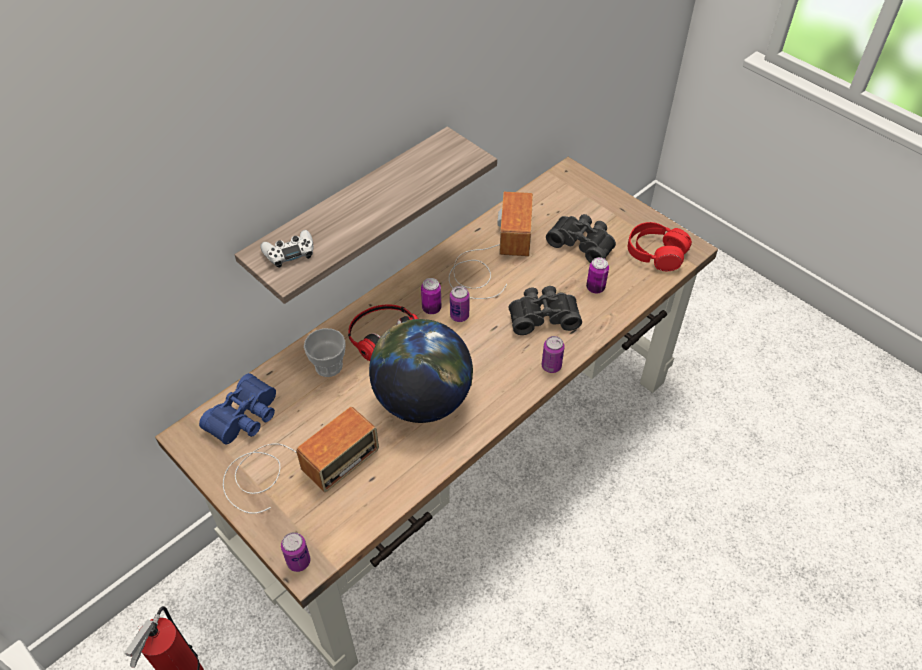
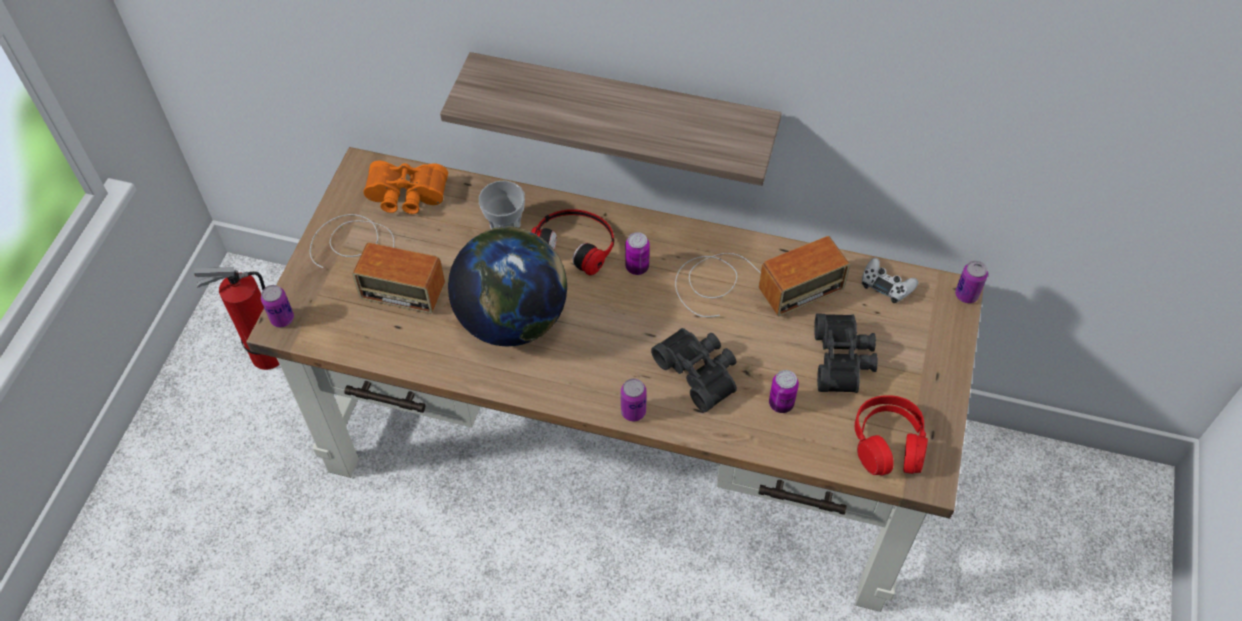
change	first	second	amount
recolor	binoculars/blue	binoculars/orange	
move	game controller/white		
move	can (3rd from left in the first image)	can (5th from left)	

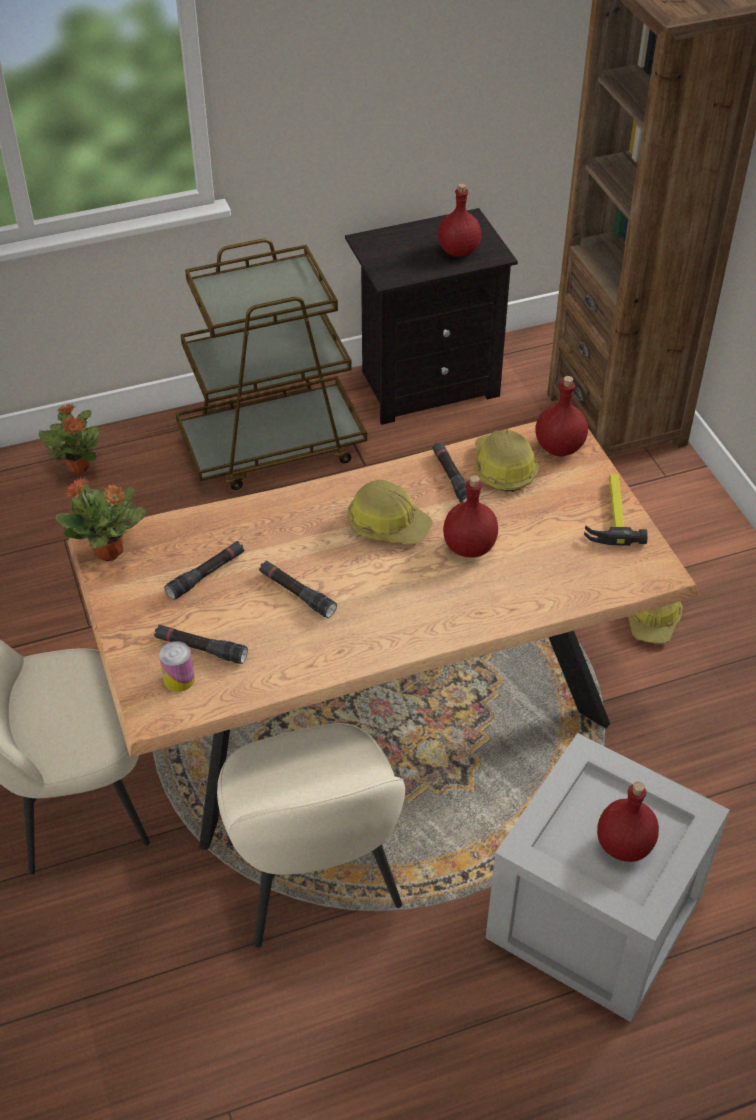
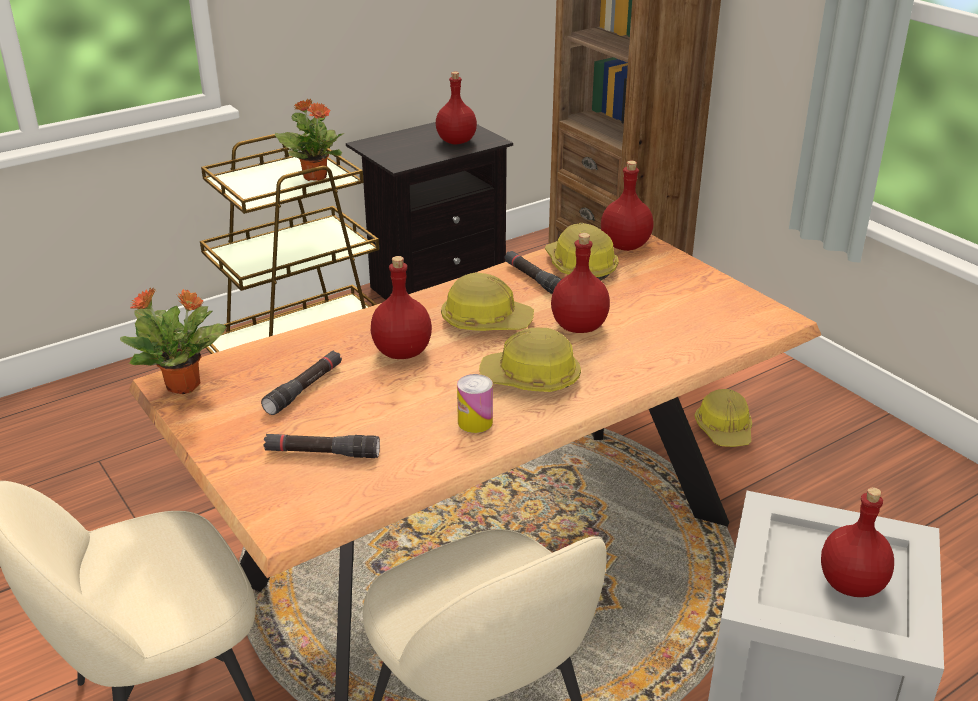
change	first	second	amount
move	potted plant (1st from left in the first image)	potted plant (2nd from left)	
move	can		
delete	flashlight/black (3rd from left)		
delete	hammer		
insert		bottle/red (1st from left)	
insert		hard hat (2nd from left)	

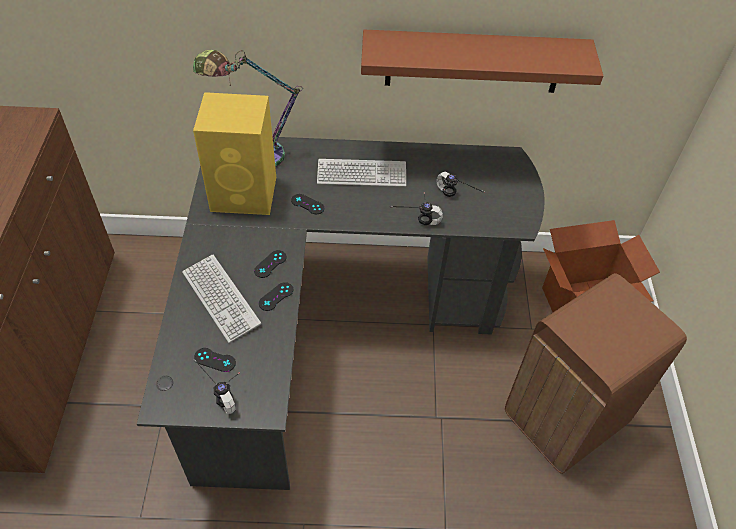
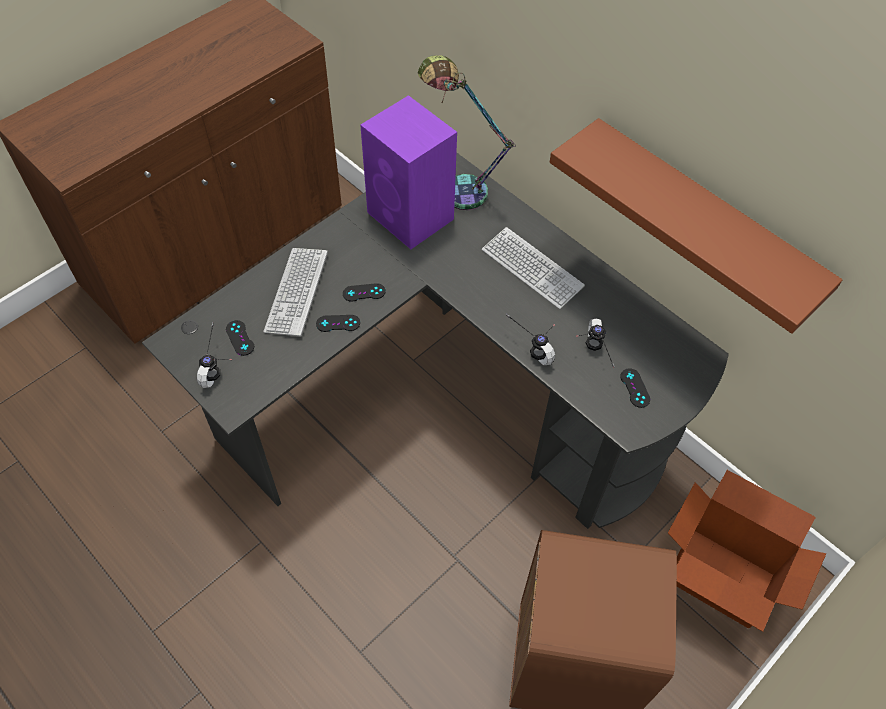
change	first	second	amount
recolor	speaker/yellow	speaker/purple	
move	game controller/black (4th from left)		

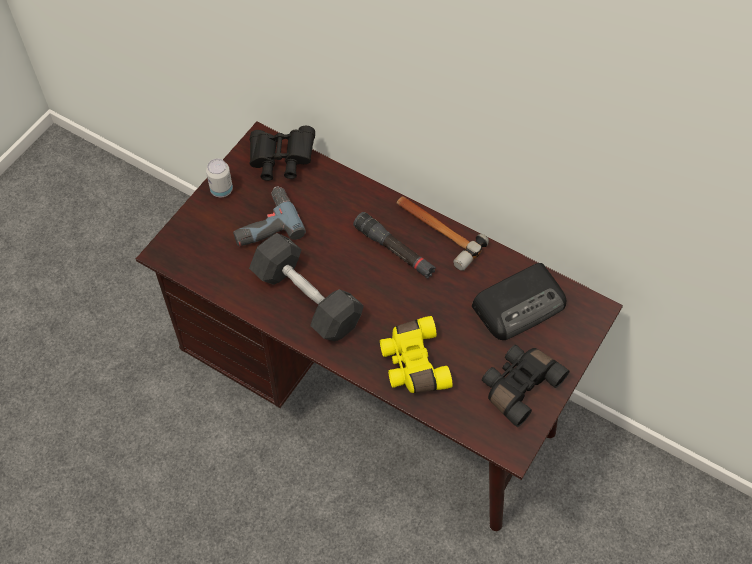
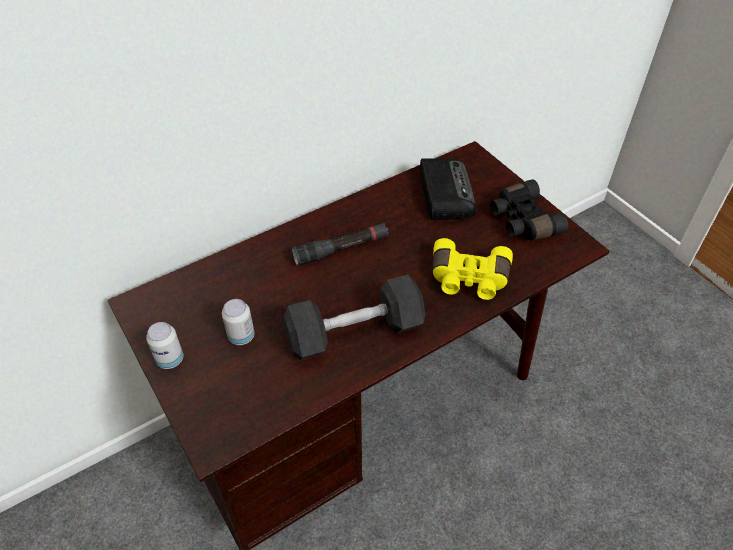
change	first	second	amount
replace	power drill	can (2nd from left)	
delete	binoculars/black (1st from left)		
delete	hammer		

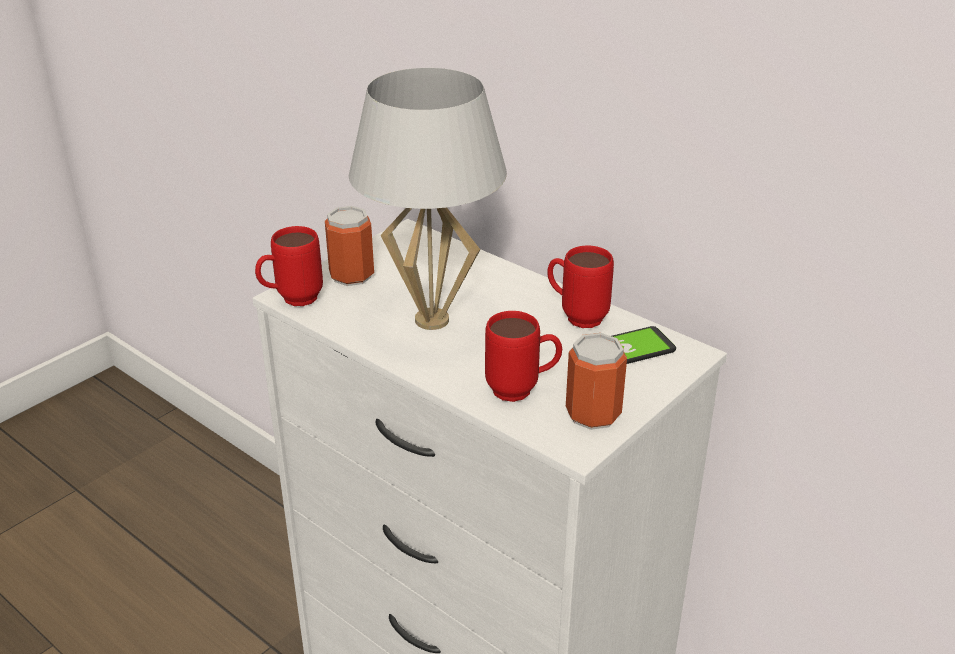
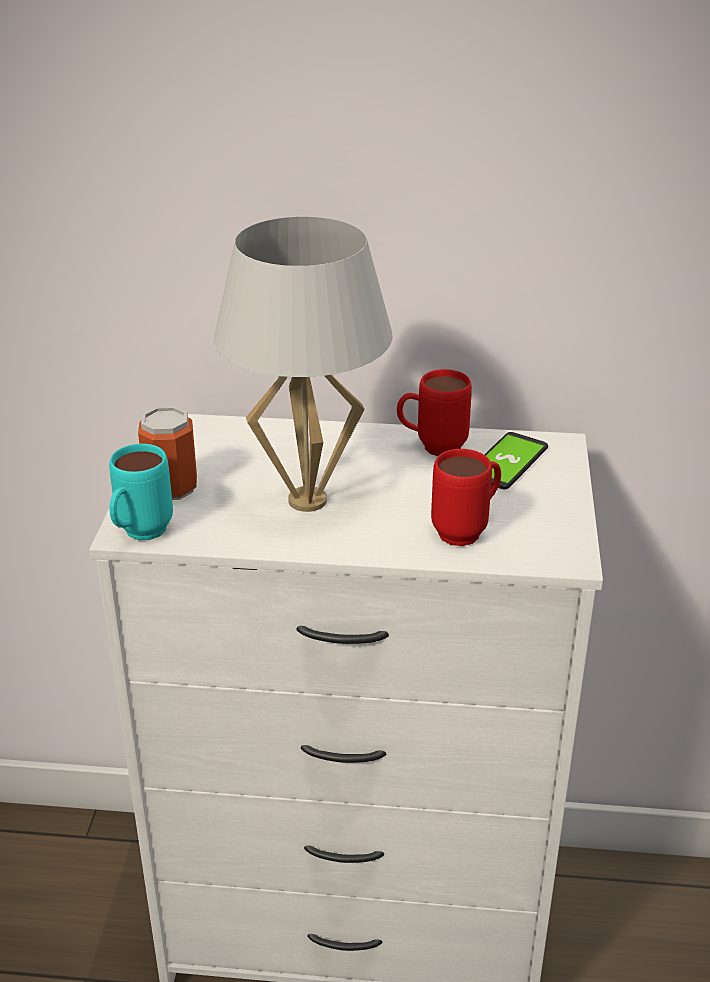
change	first	second	amount
recolor	mug/red (1st from left)	mug/turquoise	
delete	can (2nd from left)		

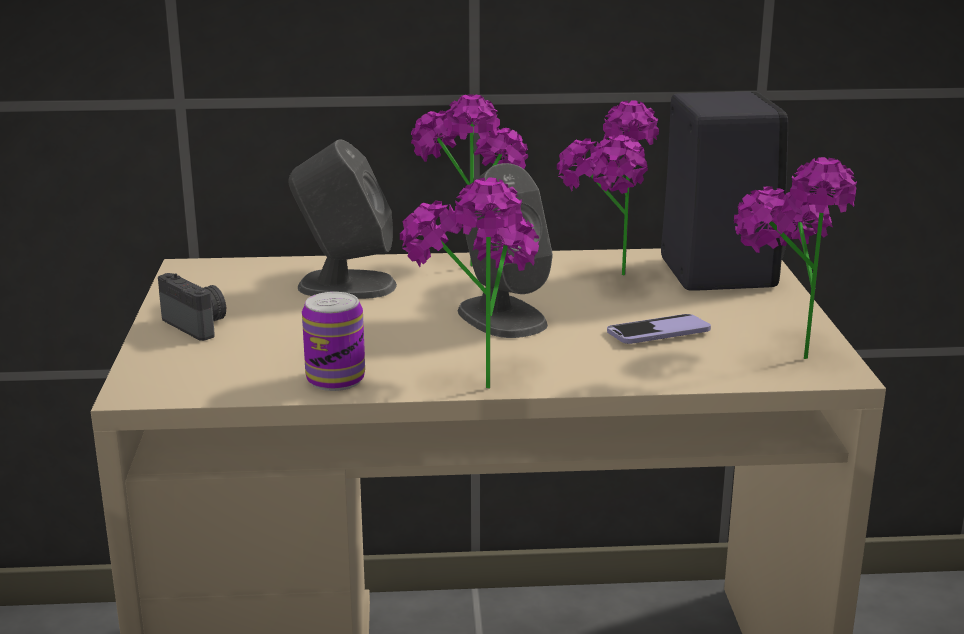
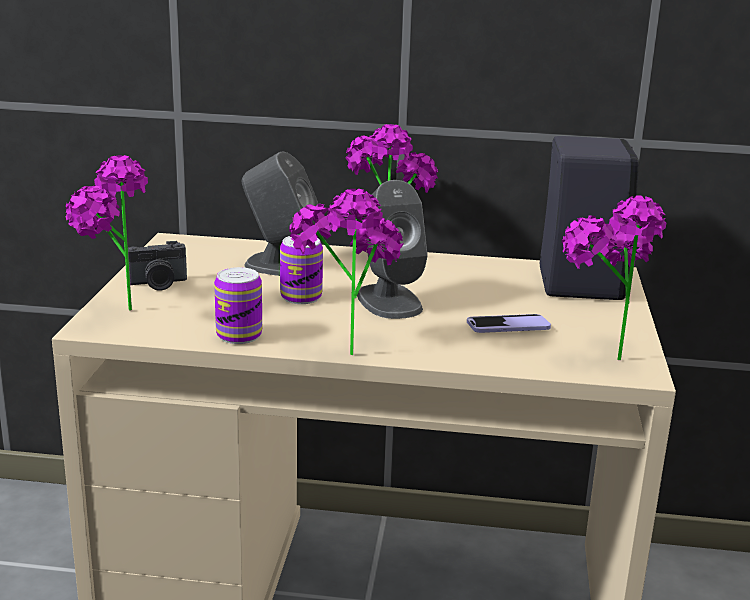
change	first	second	amount
rotate	photo camera		105 degrees clockwise
move	potted plant (3rd from left in the first image)	potted plant (1st from left)	
insert		can (2nd from left)	

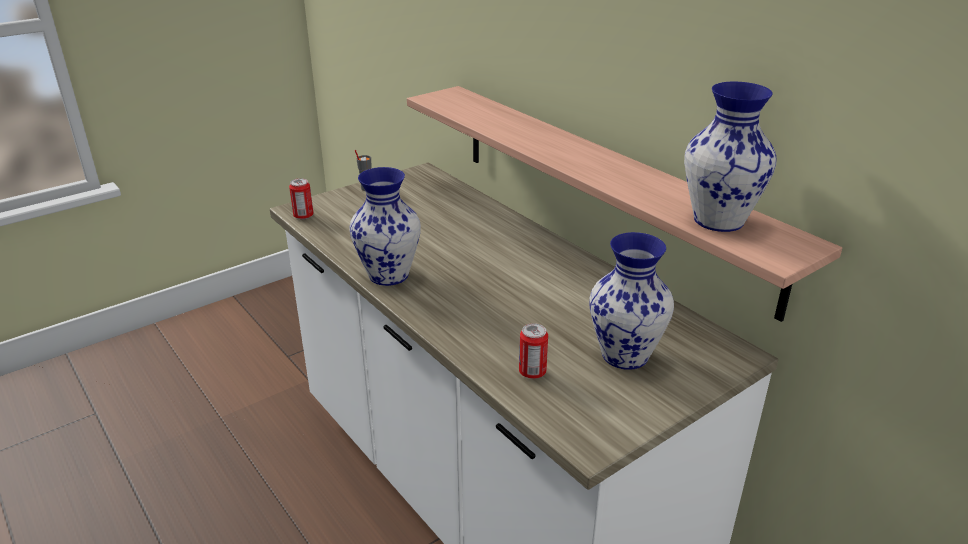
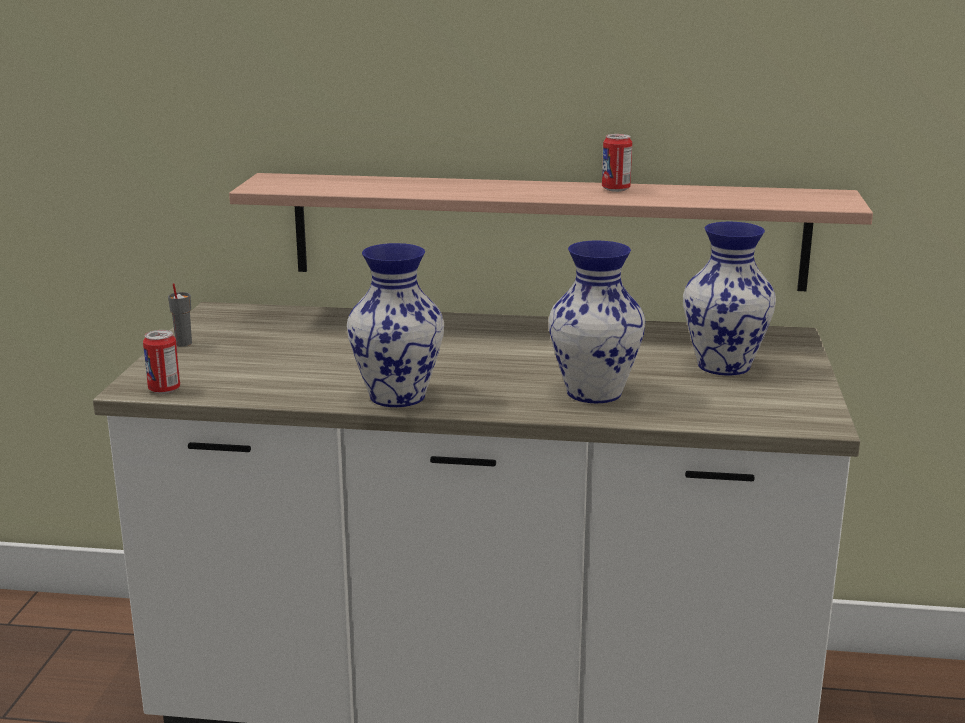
change	first	second	amount
move	can (2nd from left)		
move	vase (3rd from left in the first image)	vase (2nd from left)	

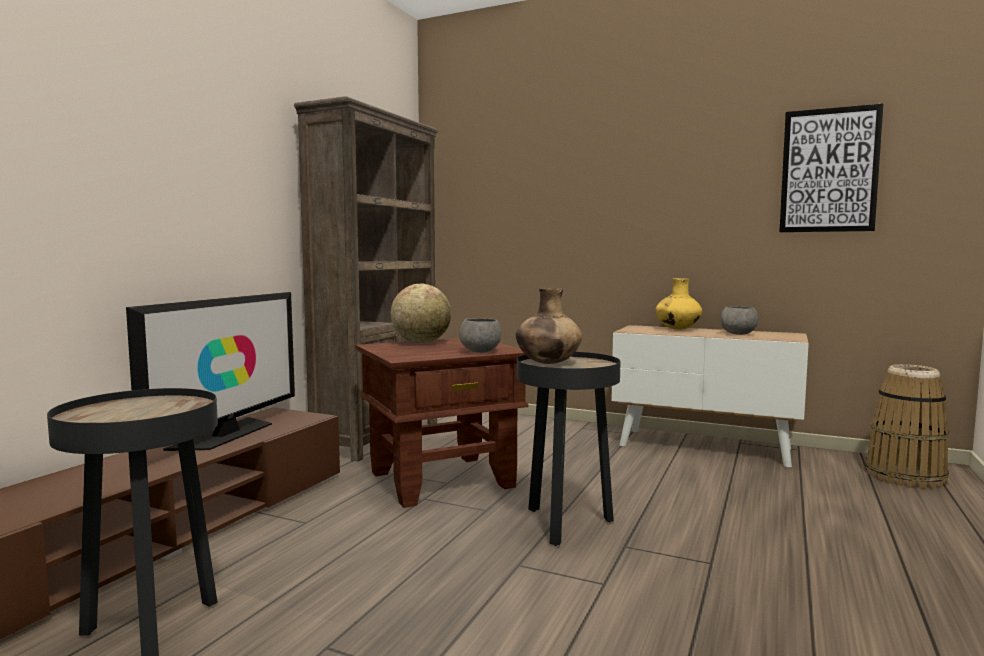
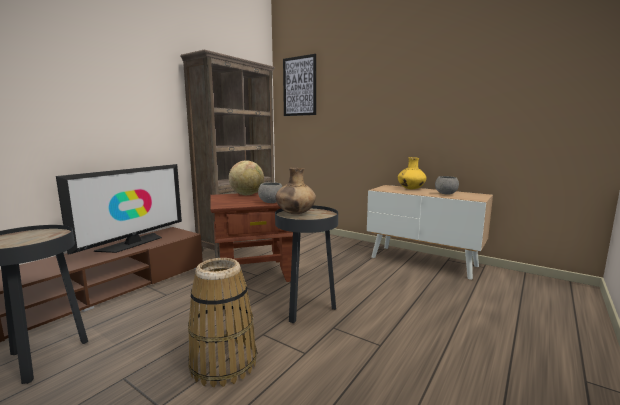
change	first	second	amount
move	picture		
move	basket		

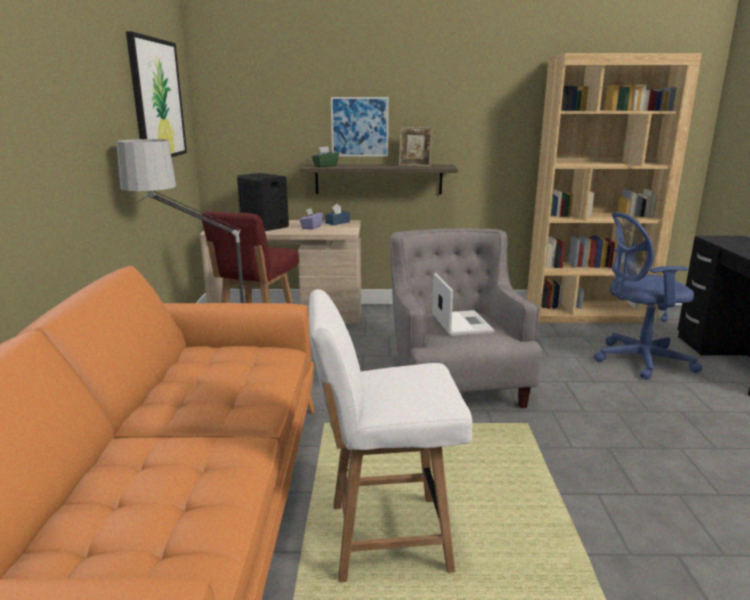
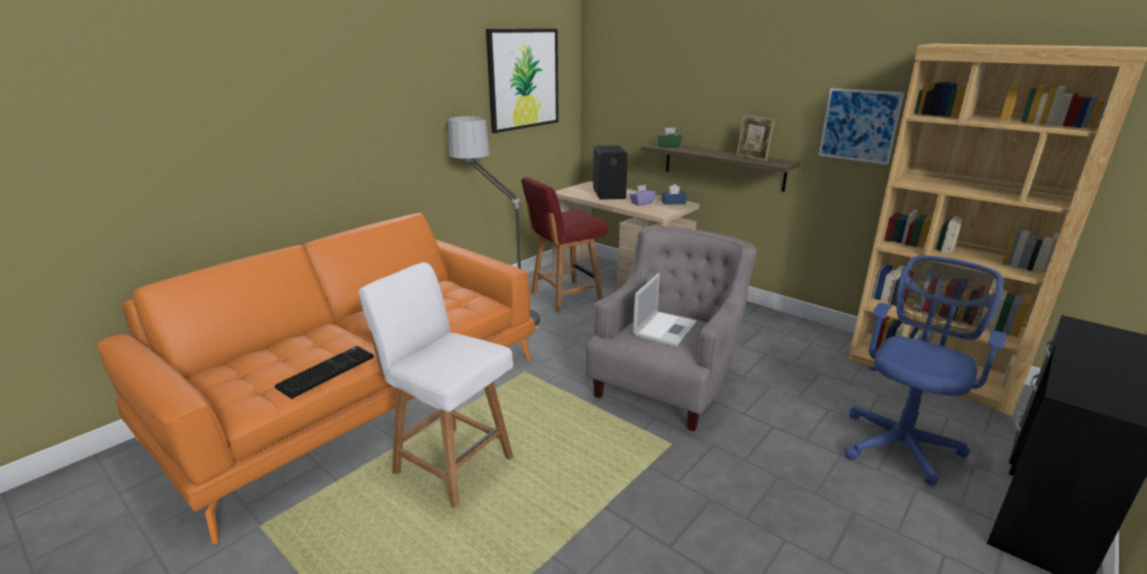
change	first	second	amount
move	picture (2nd from left)		
rotate	office chair/blue		90 degrees clockwise
insert		keyboard	

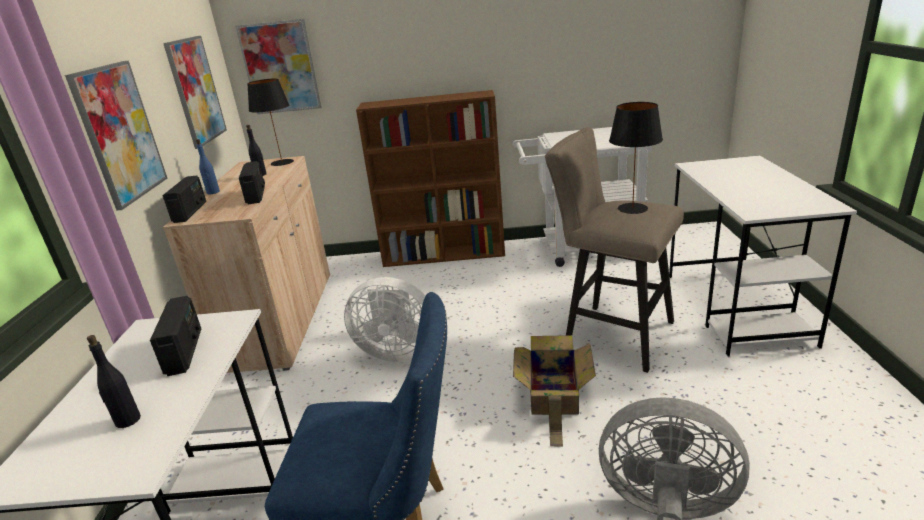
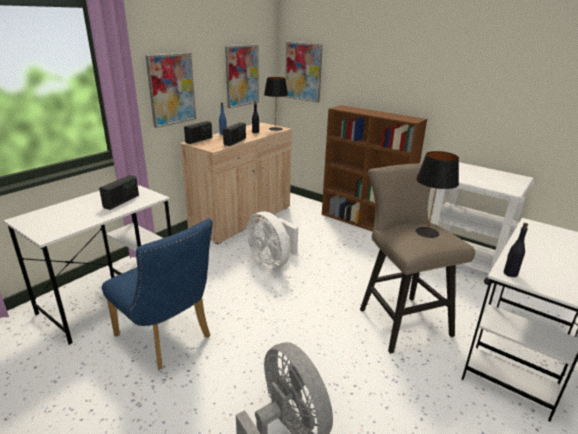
change	first	second	amount
move	bottle/black (1st from left in the first image)	bottle/black (2nd from left)	
delete	cardboard box		

